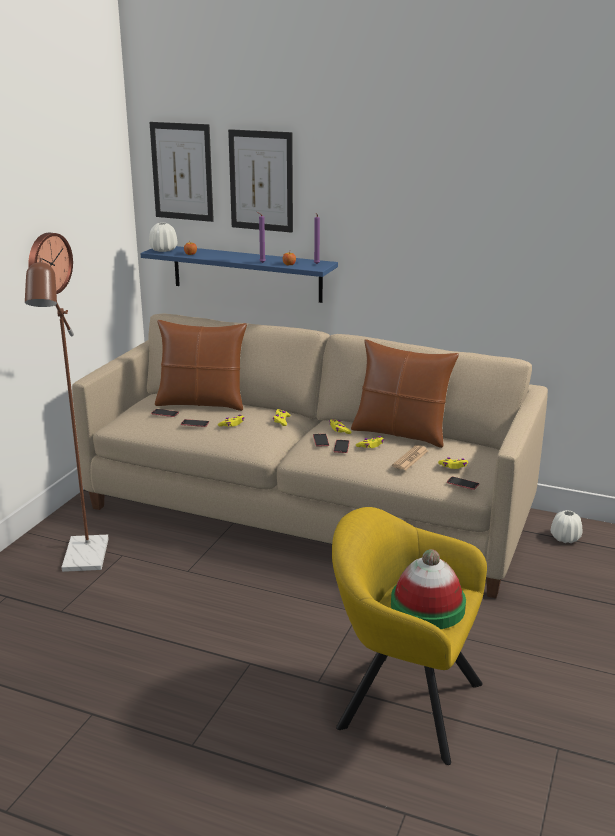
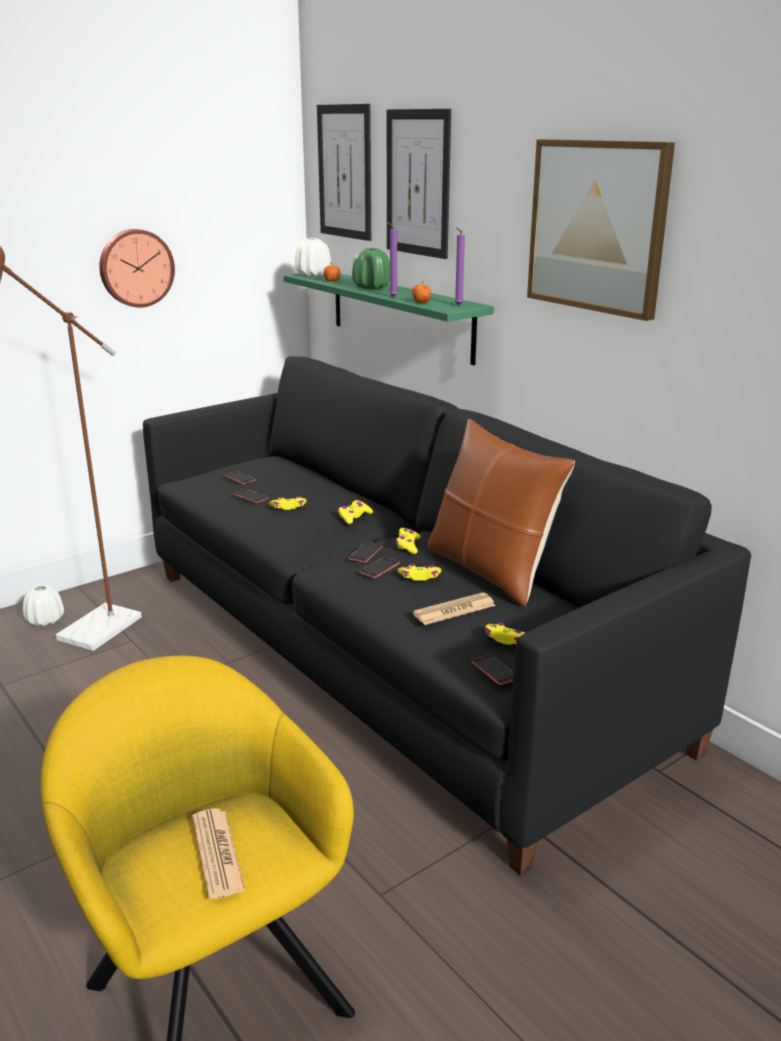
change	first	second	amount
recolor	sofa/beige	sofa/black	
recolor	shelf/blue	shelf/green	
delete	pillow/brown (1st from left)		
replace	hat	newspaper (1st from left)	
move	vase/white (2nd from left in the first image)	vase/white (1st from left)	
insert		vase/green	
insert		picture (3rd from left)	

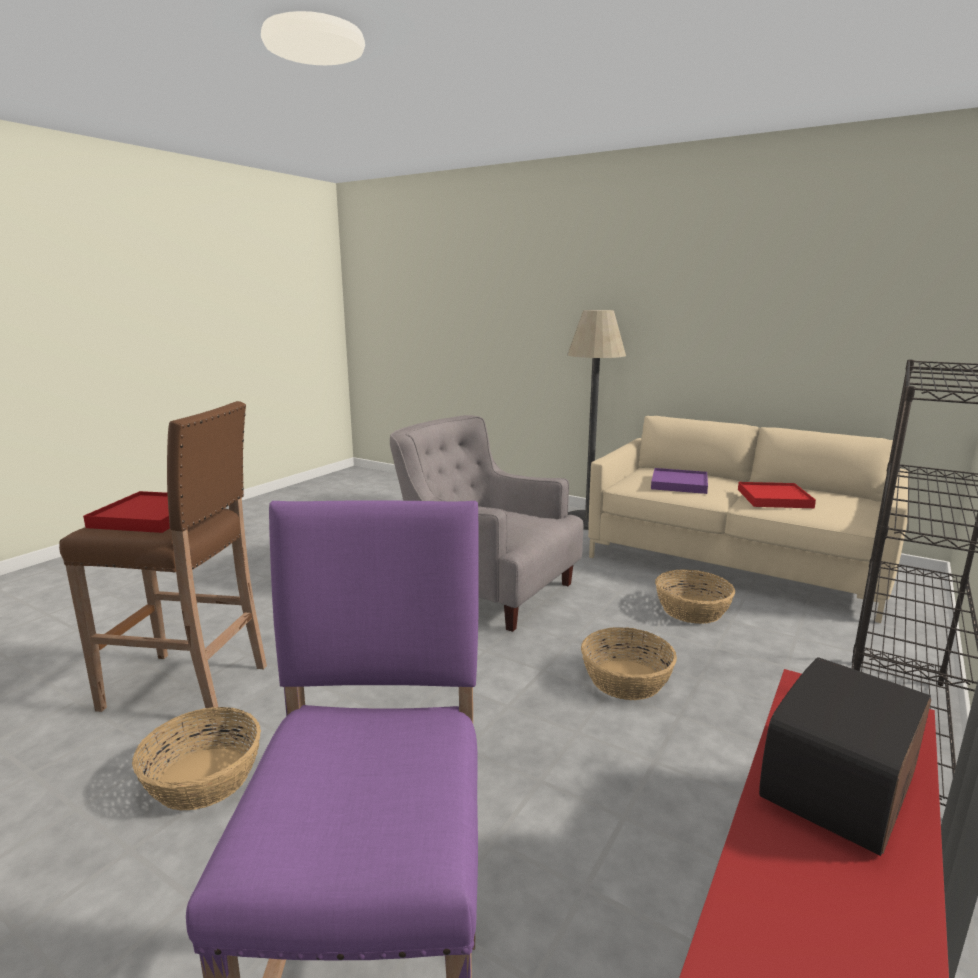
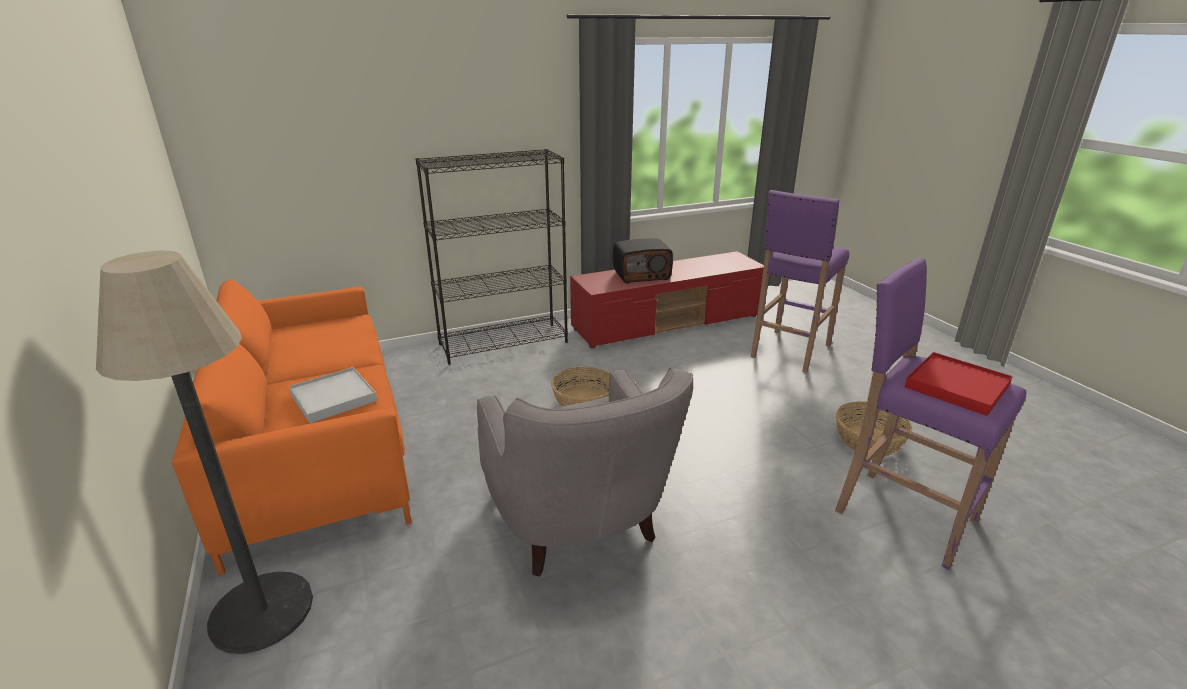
change	first	second	amount
recolor	stool/brown	stool/purple (2nd from left)	
recolor	sofa/beige	sofa/orange	
recolor	tray/purple	tray/white	
delete	basket (3rd from left)		
delete	tray/red (2nd from left)		

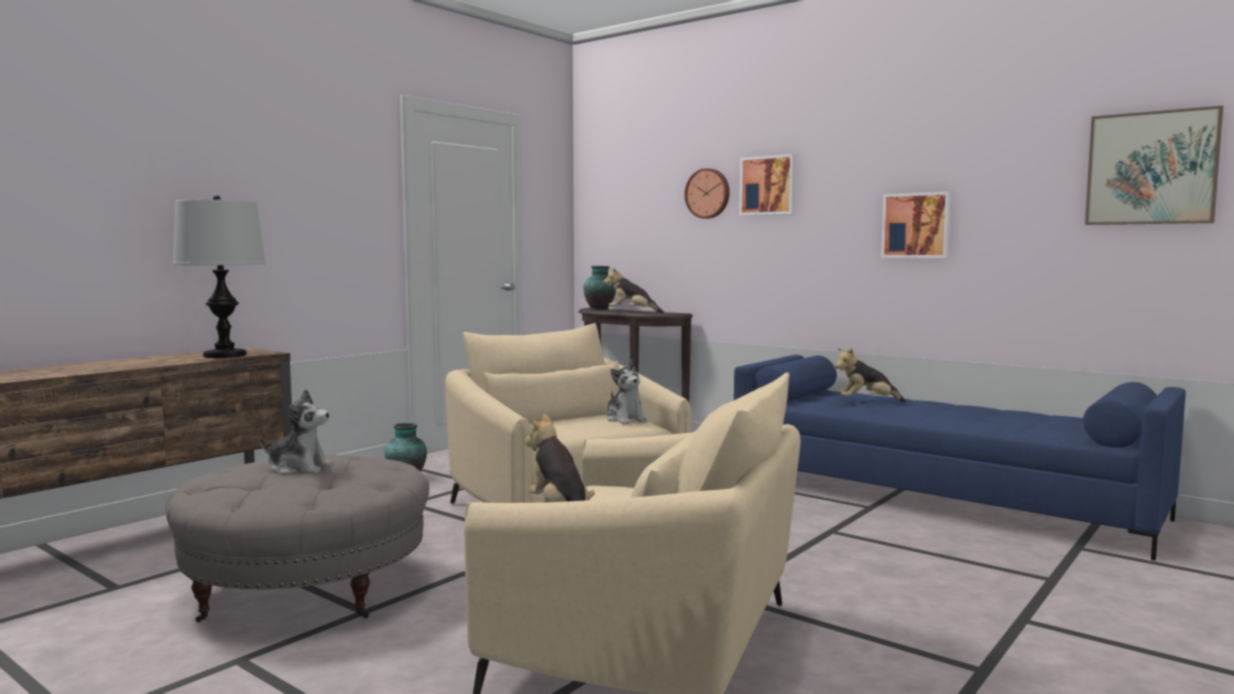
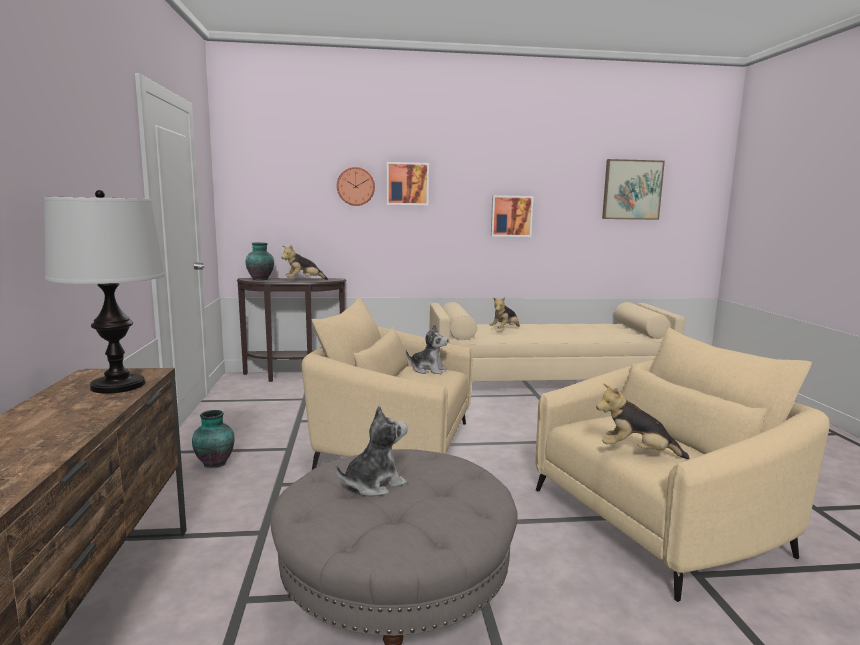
change	first	second	amount
recolor	sofa/blue	sofa/beige	

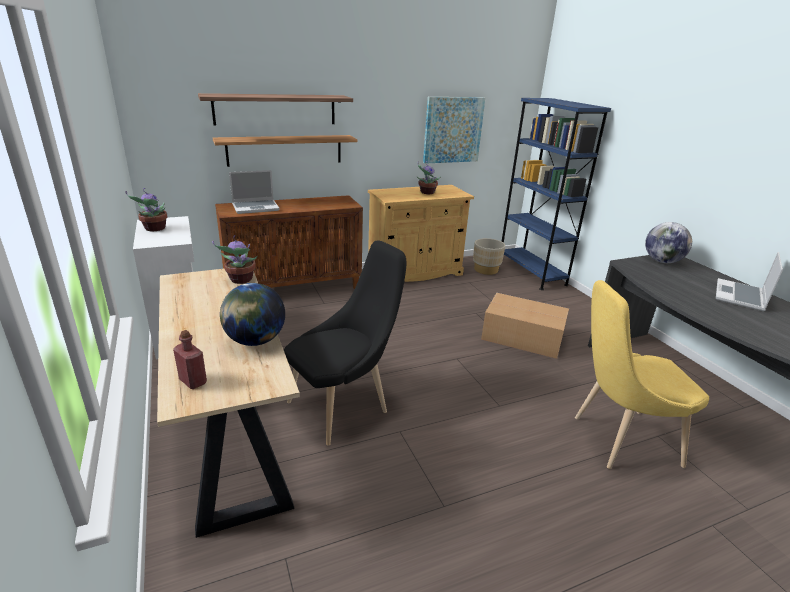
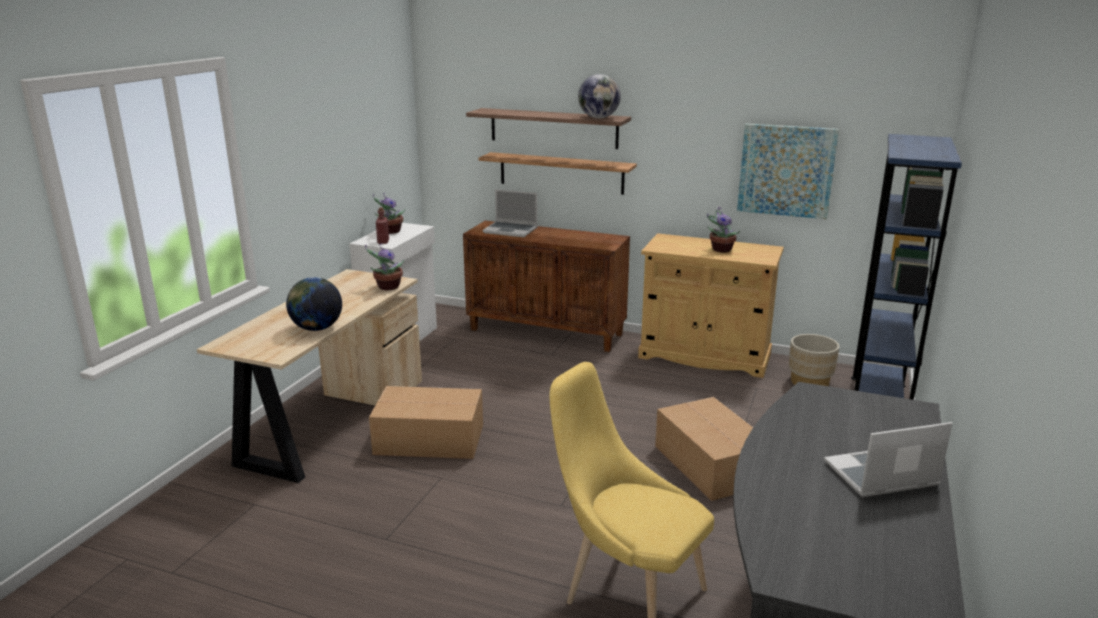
change	first	second	amount
move	bottle/red		
replace	chair/black	cardboard box (1st from left)	
move	globe (2nd from left)		

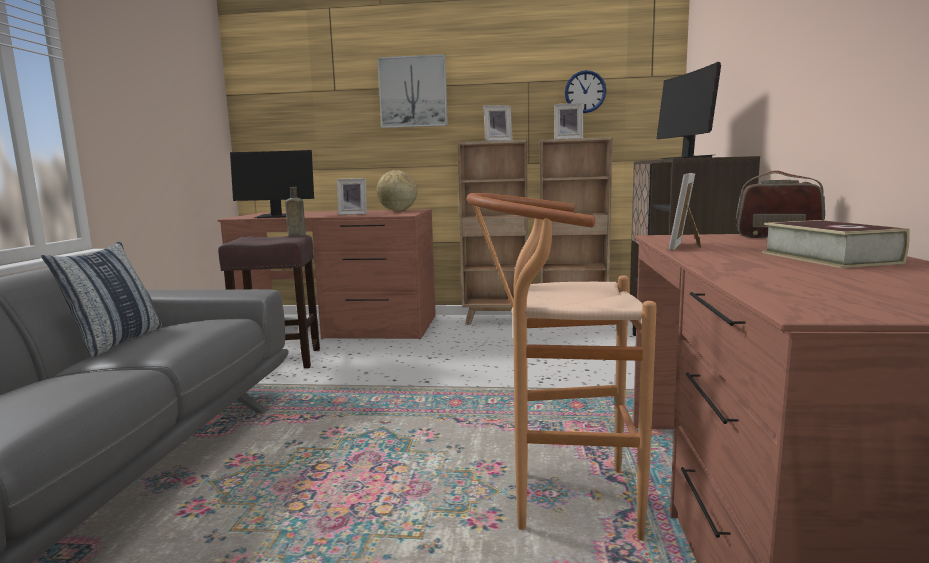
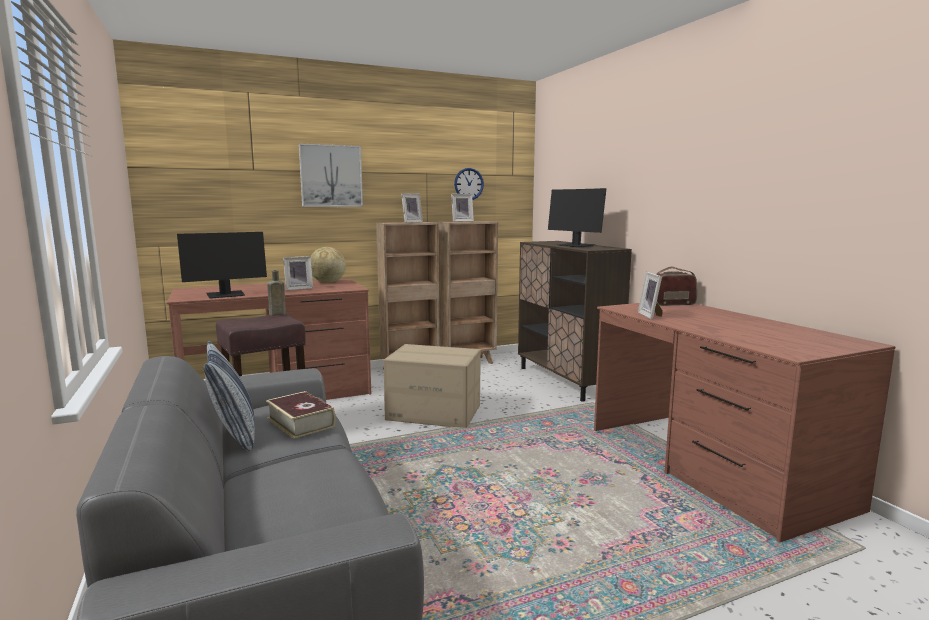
change	first	second	amount
delete	stool/brown (2nd from left)		
move	book		
insert		cardboard box	

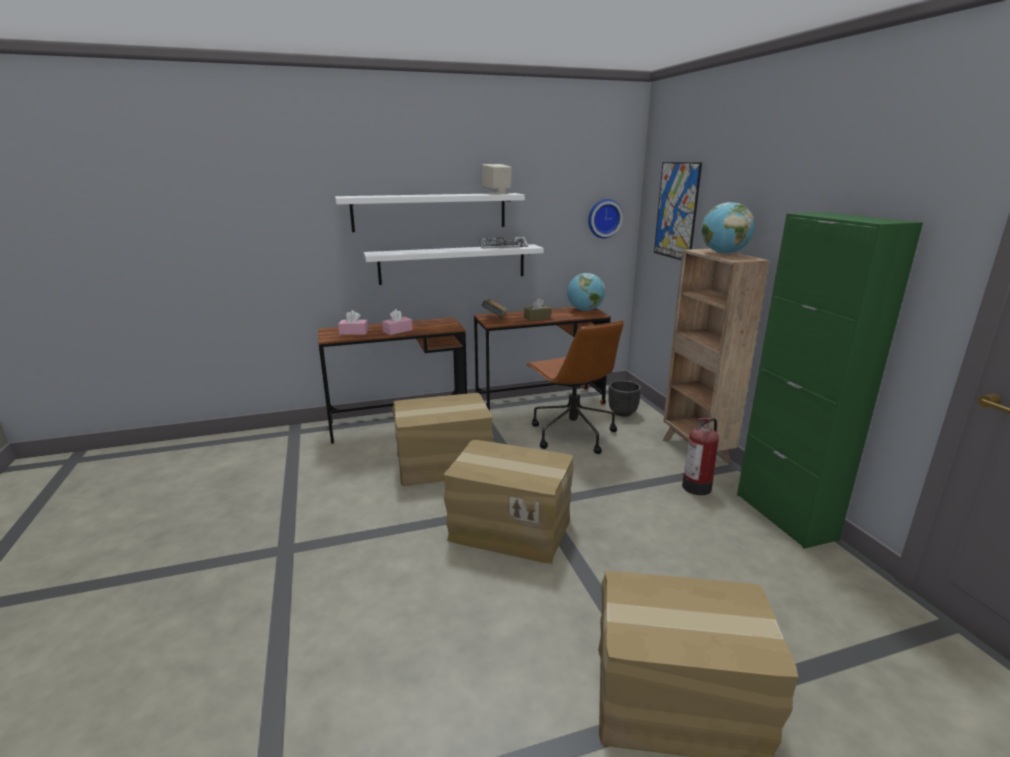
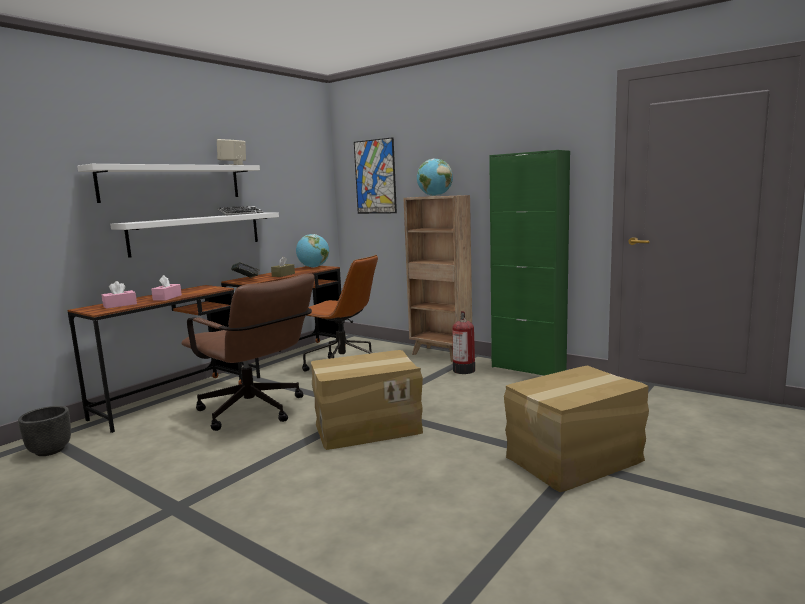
change	first	second	amount
replace	cardboard box (1st from left)	office chair/brown (1st from left)	
delete	wall clock		
move	planter/black		

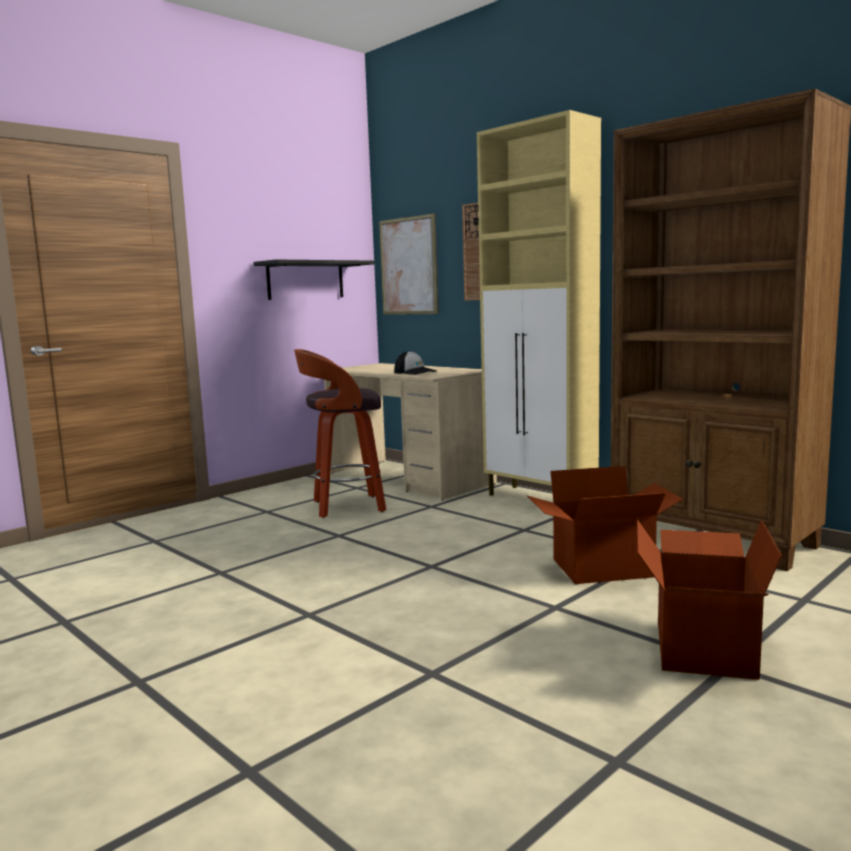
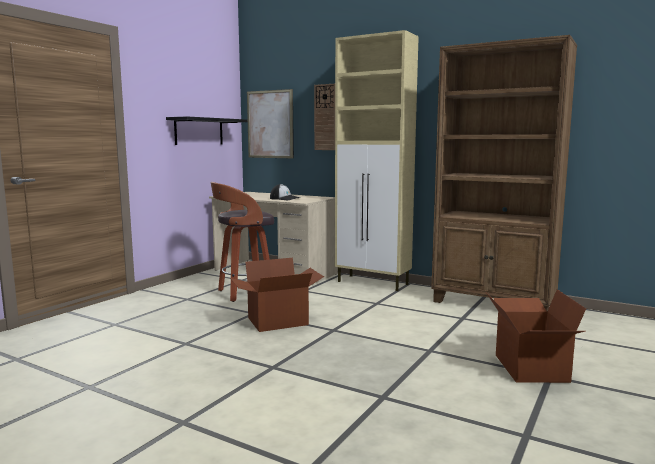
change	first	second	amount
move	cardboard box (1st from left)		

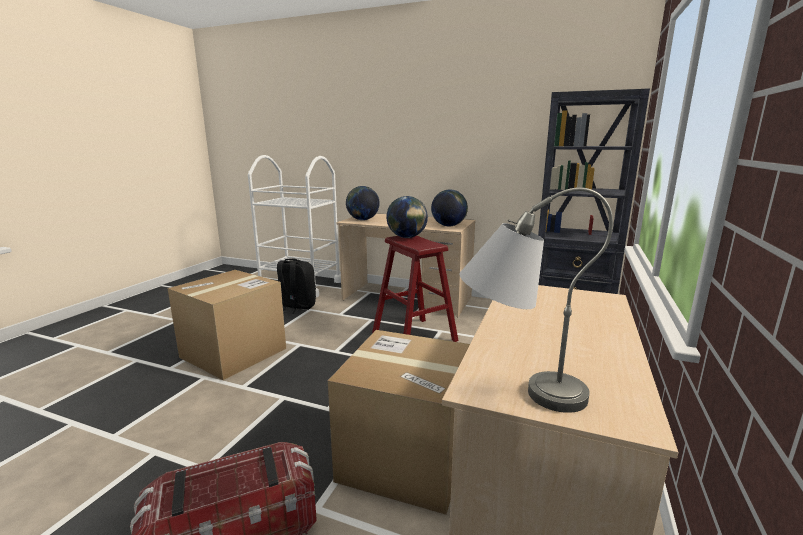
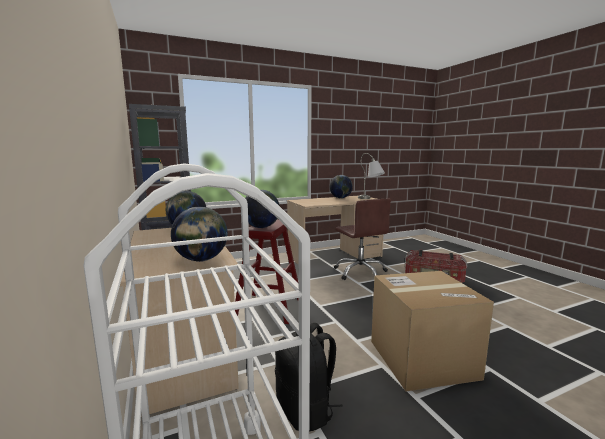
change	first	second	amount
replace	cardboard box (2nd from left)	office chair/brown	
insert		globe (4th from left)	

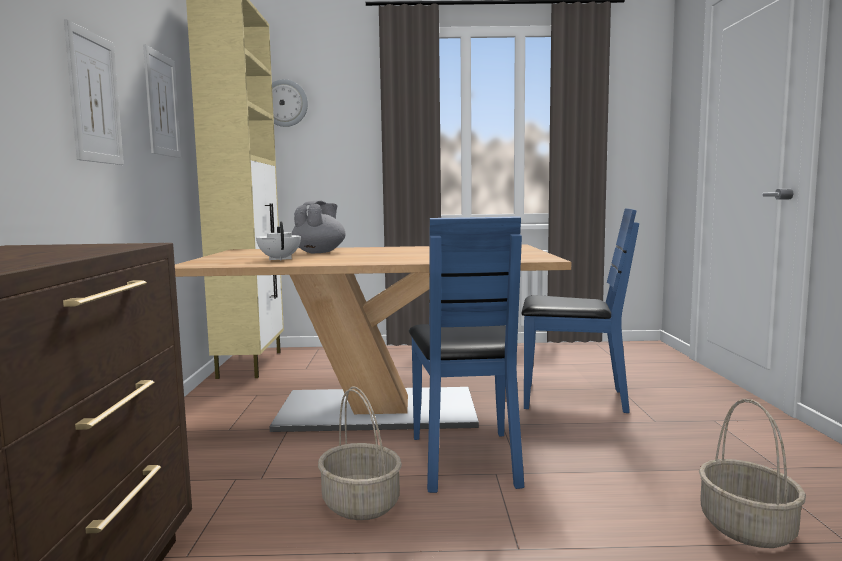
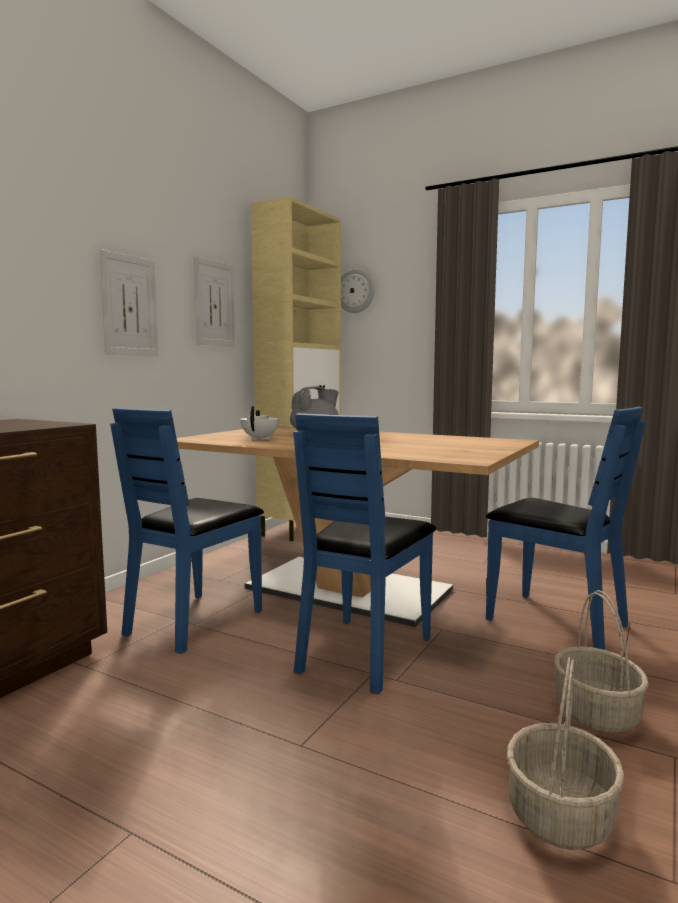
change	first	second	amount
move	basket (1st from left in the first image)	basket (2nd from left)	
insert		chair/blue (1st from left)	

